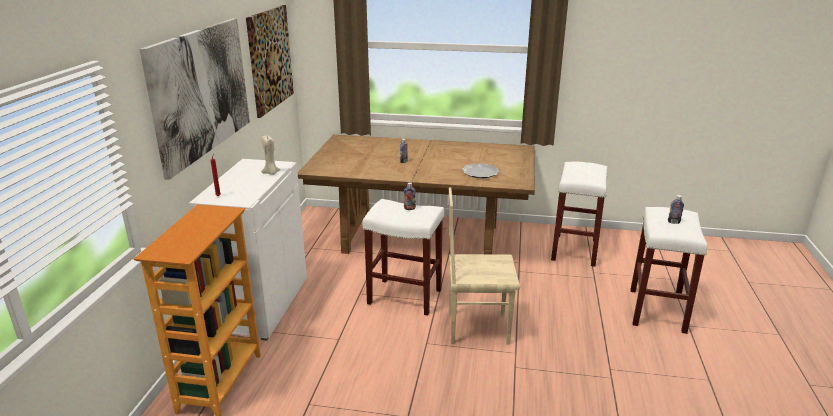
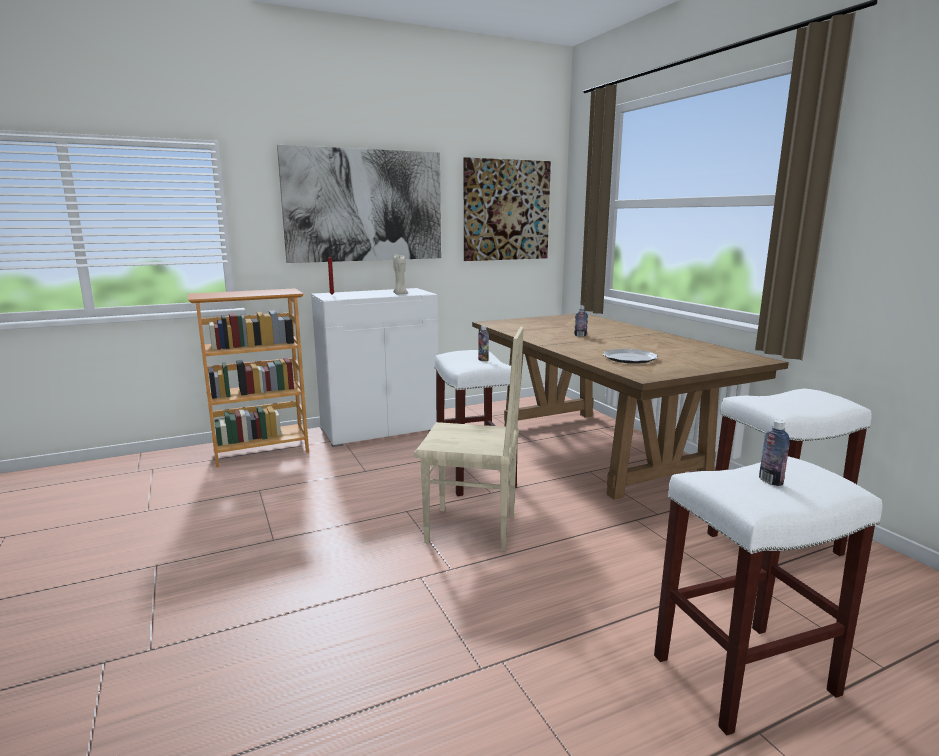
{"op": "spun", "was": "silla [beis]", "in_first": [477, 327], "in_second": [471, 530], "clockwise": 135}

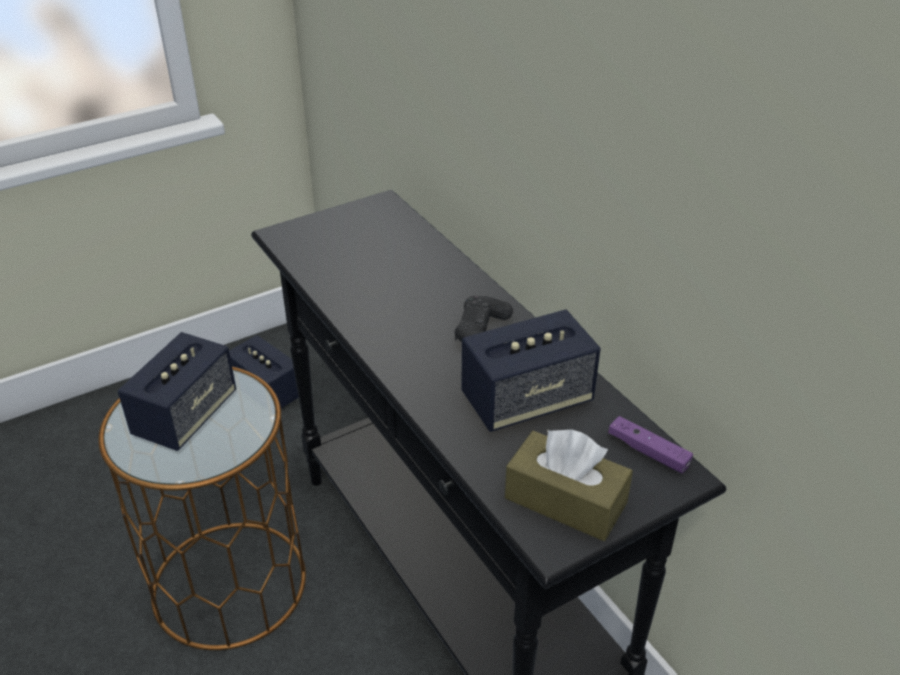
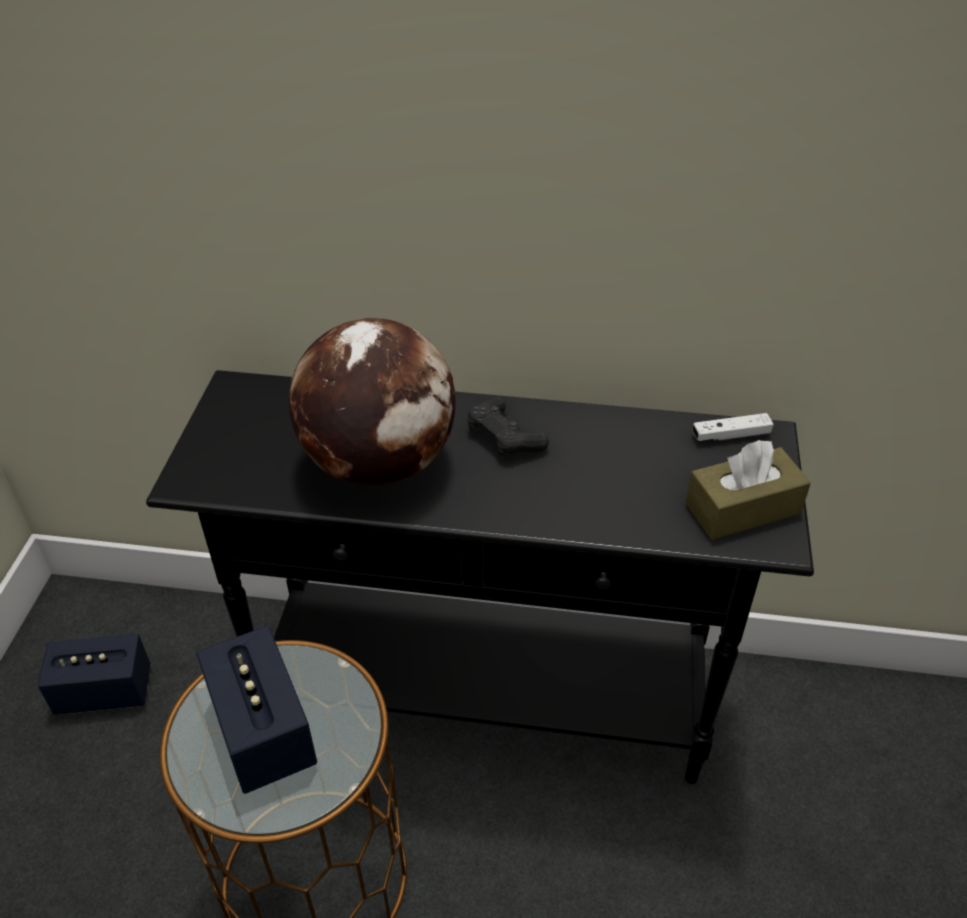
{"op": "missing", "was": "altavoz", "in_first": [526, 400]}
{"op": "colour", "was": "mando de consola [morado]", "now": "mando de consola [blanco]", "in_first": [648, 451], "in_second": [730, 435]}
{"op": "appeared", "now": "globo terráqueo", "in_second": [380, 462]}

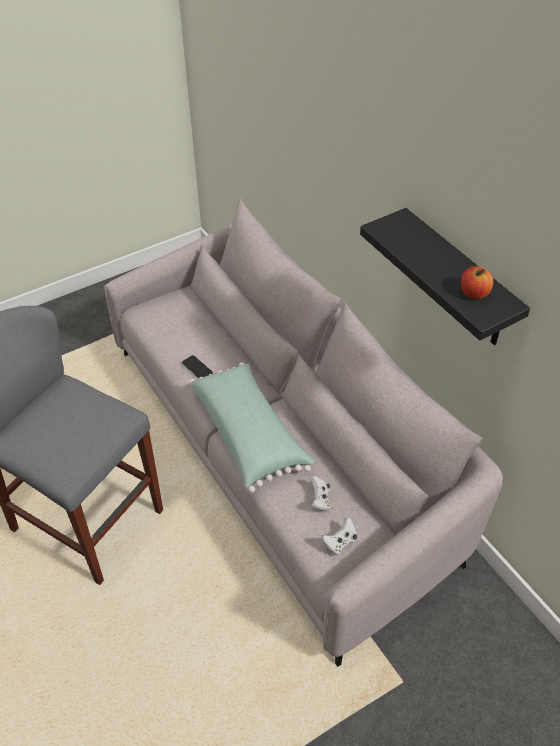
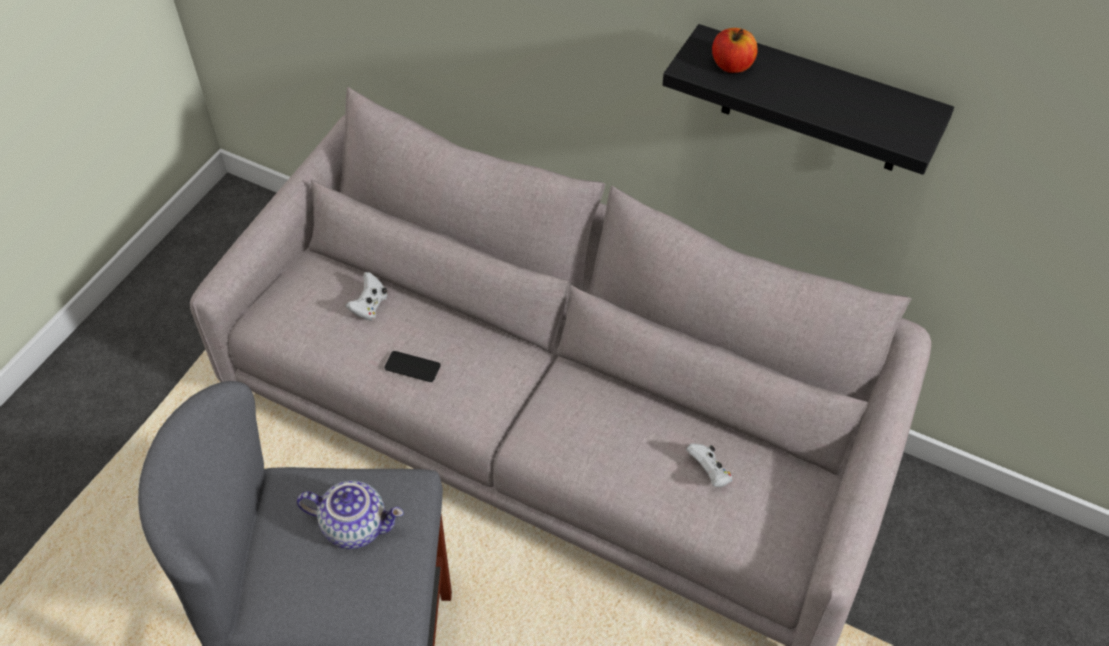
{"op": "missing", "was": "cojín [verde]", "in_first": [249, 434]}
{"op": "relocated", "was": "mando de consola [blanco]", "in_first": [340, 542], "in_second": [369, 306]}
{"op": "relocated", "was": "manzana", "in_first": [474, 293], "in_second": [732, 65]}
{"op": "appeared", "now": "tetera", "in_second": [356, 525]}

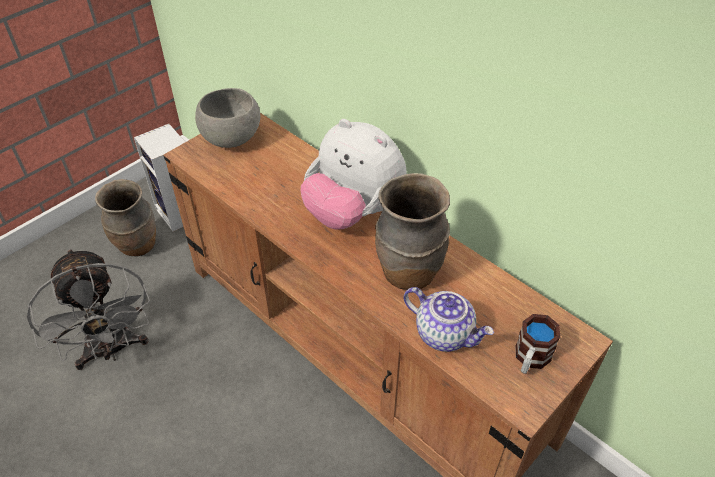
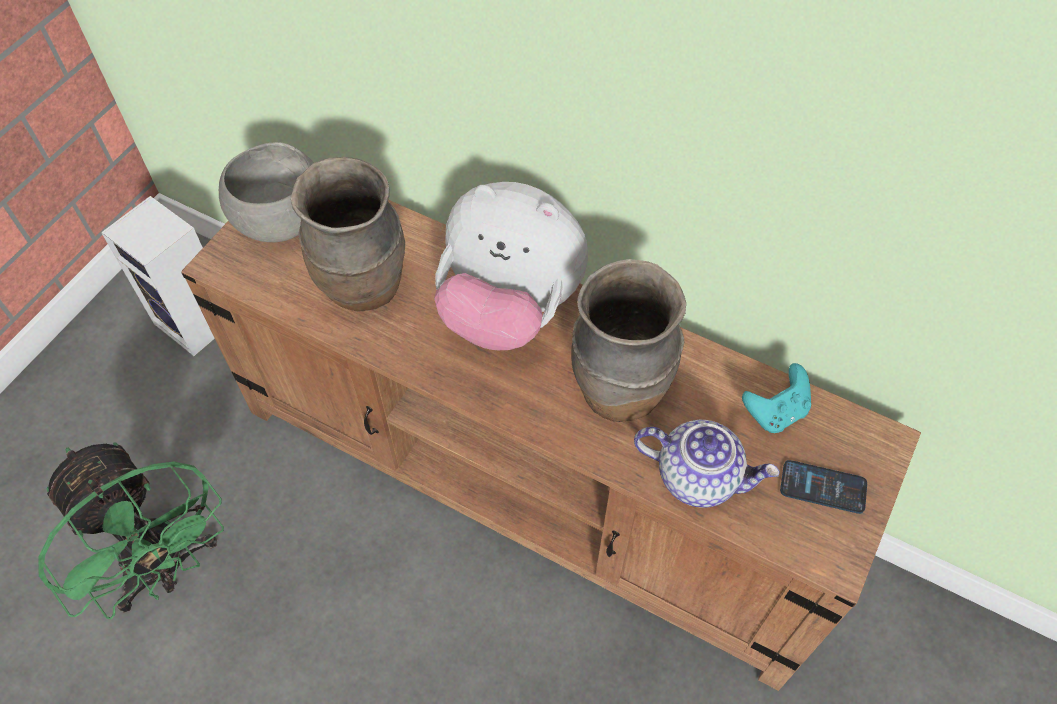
{"op": "colour", "was": "ventilador [gris]", "now": "ventilador [verde]", "in_first": [111, 350], "in_second": [165, 569]}
{"op": "relocated", "was": "florero [marrón]", "in_first": [138, 246], "in_second": [365, 288]}
{"op": "exchanged", "was": "taza grande", "now": "móvil", "in_first": [530, 359], "in_second": [823, 487]}
{"op": "appeared", "now": "mando de consola [turquesa]", "in_second": [775, 412]}

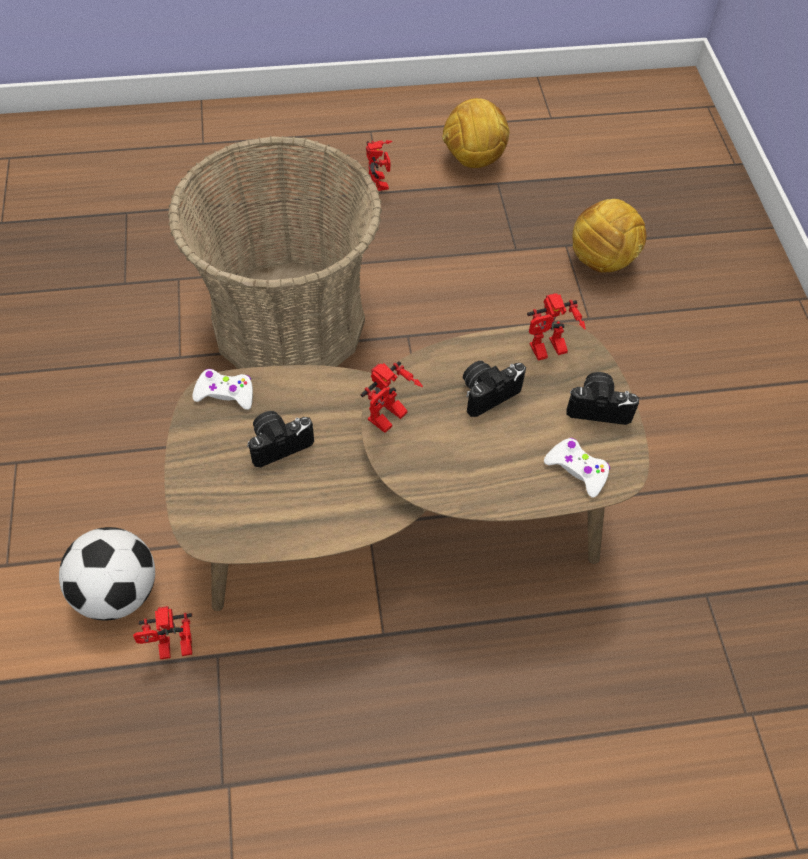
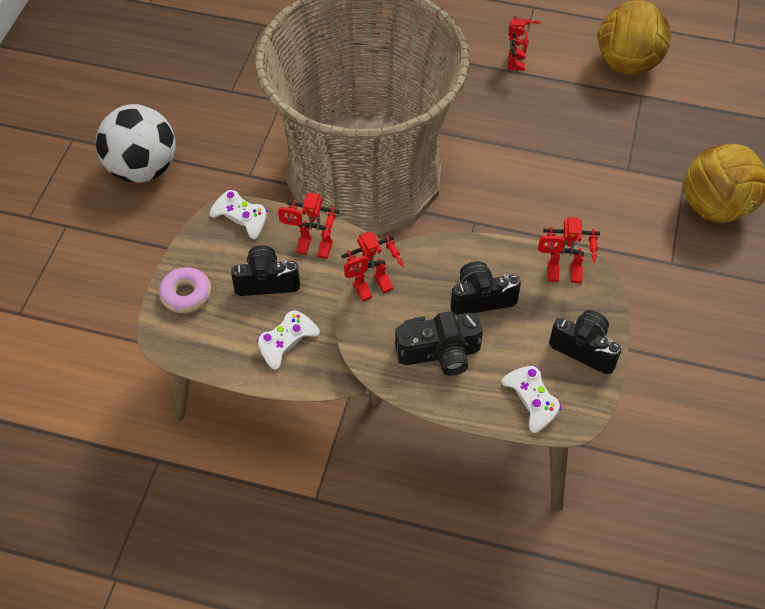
{"op": "relocated", "was": "balón de fútbol", "in_first": [117, 592], "in_second": [143, 169]}
{"op": "relocated", "was": "robot de juguete", "in_first": [173, 651], "in_second": [310, 250]}
{"op": "appeared", "now": "rosquilla", "in_second": [186, 295]}
{"op": "appeared", "now": "mando de consola [blanco]", "in_second": [286, 342]}
{"op": "appeared", "now": "cámara", "in_second": [439, 357]}

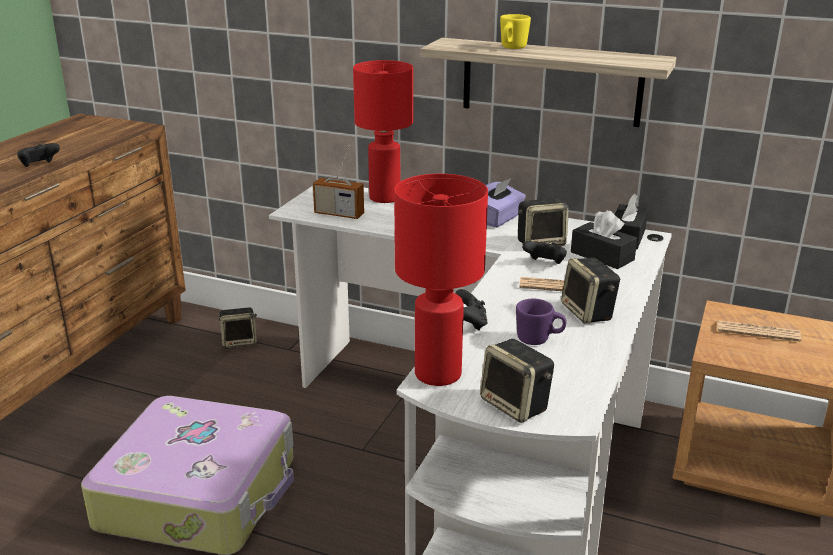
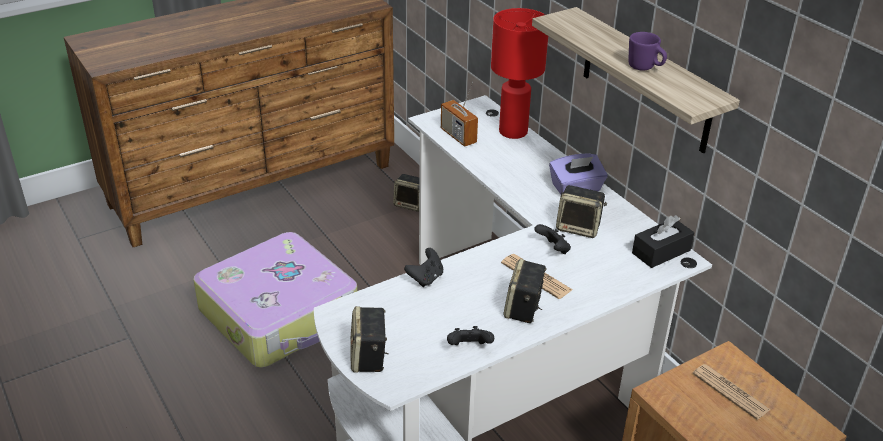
{"op": "relocated", "was": "mando de consola [negro]", "in_first": [39, 166], "in_second": [469, 348]}
{"op": "missing", "was": "lámpara de mesa [rojo]", "in_first": [439, 374]}
{"op": "missing", "was": "taza grande [amarillo]", "in_first": [512, 48]}
{"op": "relocated", "was": "taza grande [morado]", "in_first": [539, 340], "in_second": [645, 68]}
{"op": "missing", "was": "caja de pañuelos [negro]", "in_first": [602, 256]}

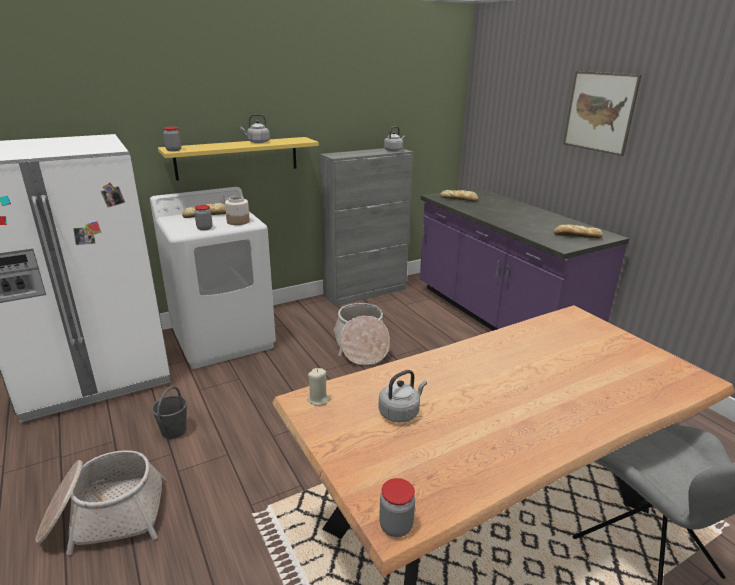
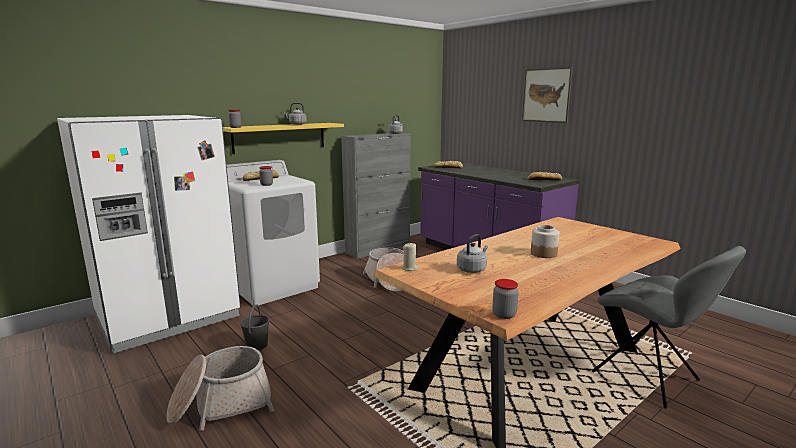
{"op": "relocated", "was": "tarro", "in_first": [238, 221], "in_second": [543, 254]}

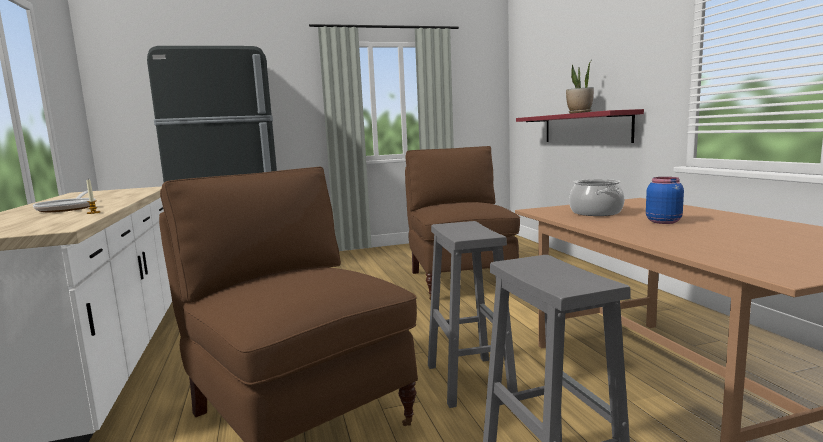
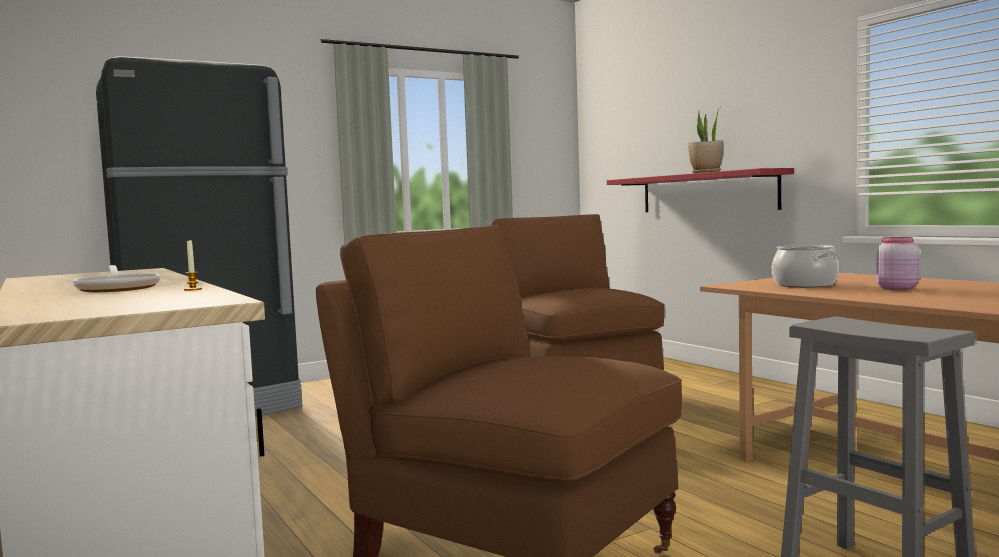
{"op": "missing", "was": "taburete [gris]", "in_first": [468, 380]}
{"op": "colour", "was": "tarro [azul]", "now": "tarro [rosa]", "in_first": [663, 221], "in_second": [896, 288]}

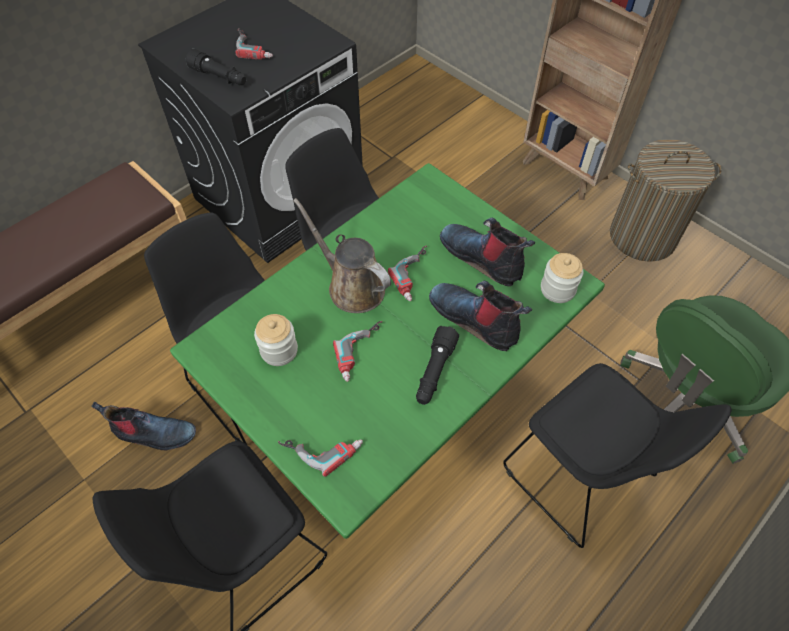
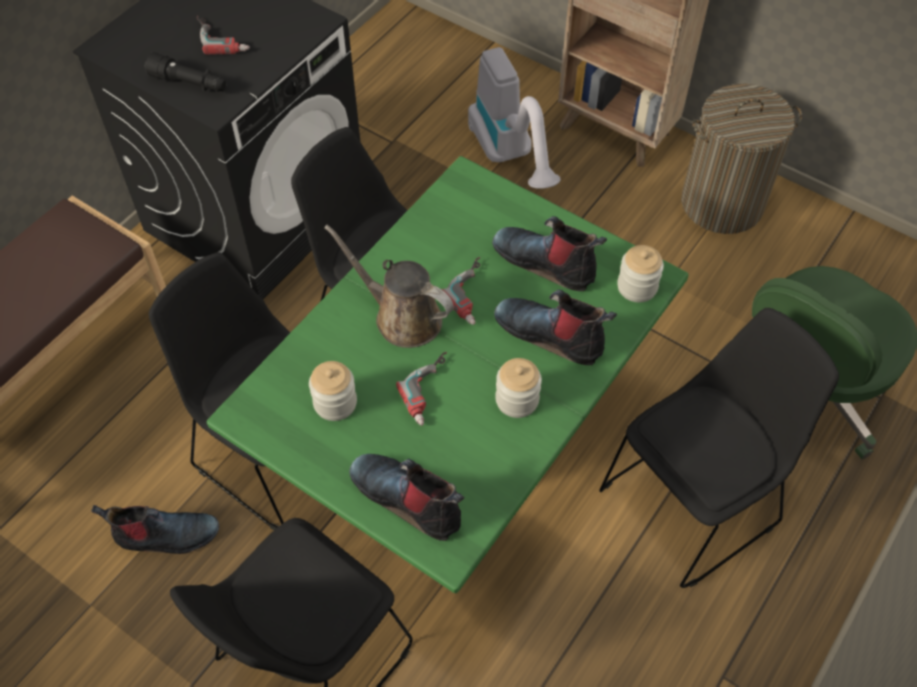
{"op": "exchanged", "was": "taladro", "now": "bota", "in_first": [322, 445], "in_second": [409, 499]}
{"op": "exchanged", "was": "linterna [negro]", "now": "tarro", "in_first": [434, 371], "in_second": [517, 400]}
{"op": "spun", "was": "silla [negro]", "in_first": [581, 476], "in_second": [693, 502], "clockwise": -75}
{"op": "appeared", "now": "aspiradora", "in_second": [510, 157]}

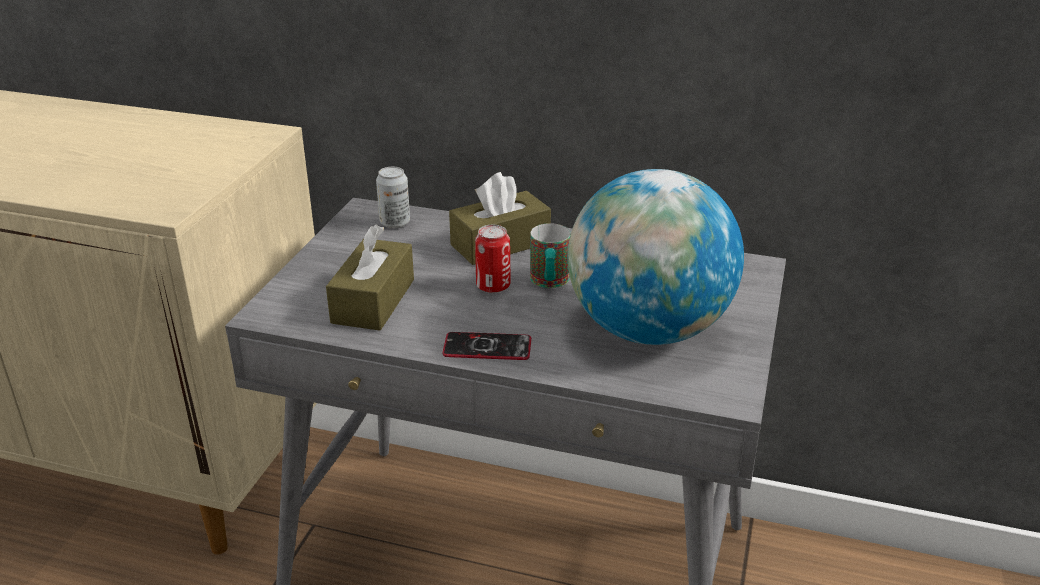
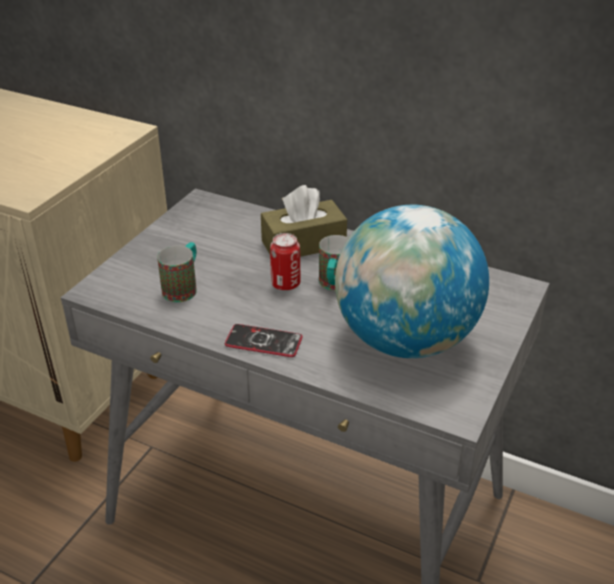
{"op": "exchanged", "was": "caja de pañuelos [marrón]", "now": "taza grande", "in_first": [373, 301], "in_second": [183, 287]}
{"op": "missing", "was": "lata", "in_first": [395, 223]}

